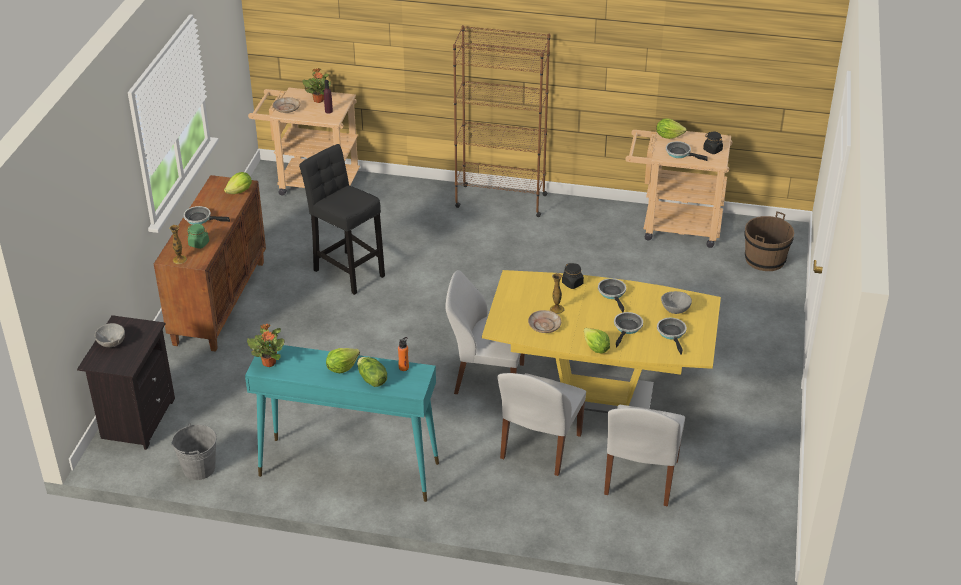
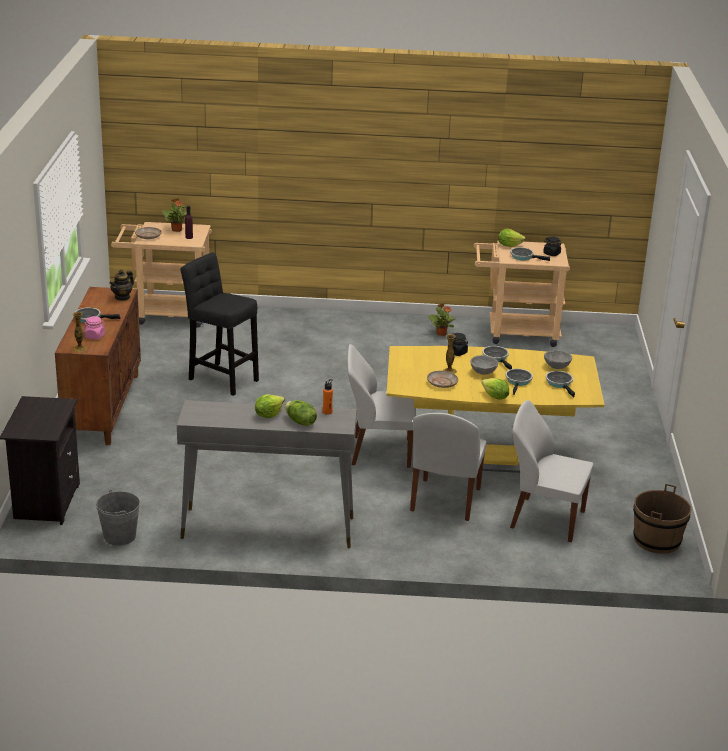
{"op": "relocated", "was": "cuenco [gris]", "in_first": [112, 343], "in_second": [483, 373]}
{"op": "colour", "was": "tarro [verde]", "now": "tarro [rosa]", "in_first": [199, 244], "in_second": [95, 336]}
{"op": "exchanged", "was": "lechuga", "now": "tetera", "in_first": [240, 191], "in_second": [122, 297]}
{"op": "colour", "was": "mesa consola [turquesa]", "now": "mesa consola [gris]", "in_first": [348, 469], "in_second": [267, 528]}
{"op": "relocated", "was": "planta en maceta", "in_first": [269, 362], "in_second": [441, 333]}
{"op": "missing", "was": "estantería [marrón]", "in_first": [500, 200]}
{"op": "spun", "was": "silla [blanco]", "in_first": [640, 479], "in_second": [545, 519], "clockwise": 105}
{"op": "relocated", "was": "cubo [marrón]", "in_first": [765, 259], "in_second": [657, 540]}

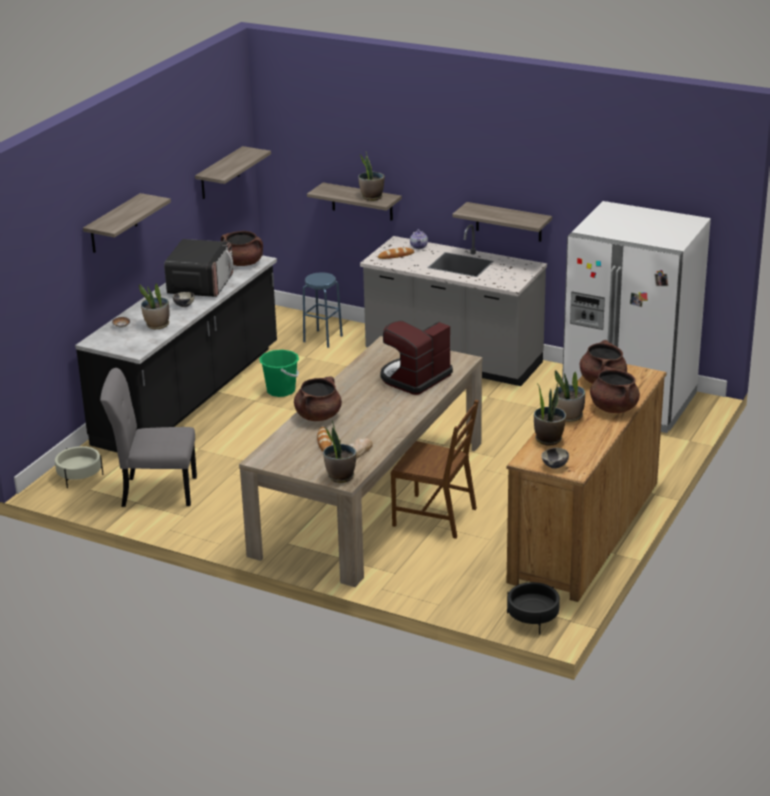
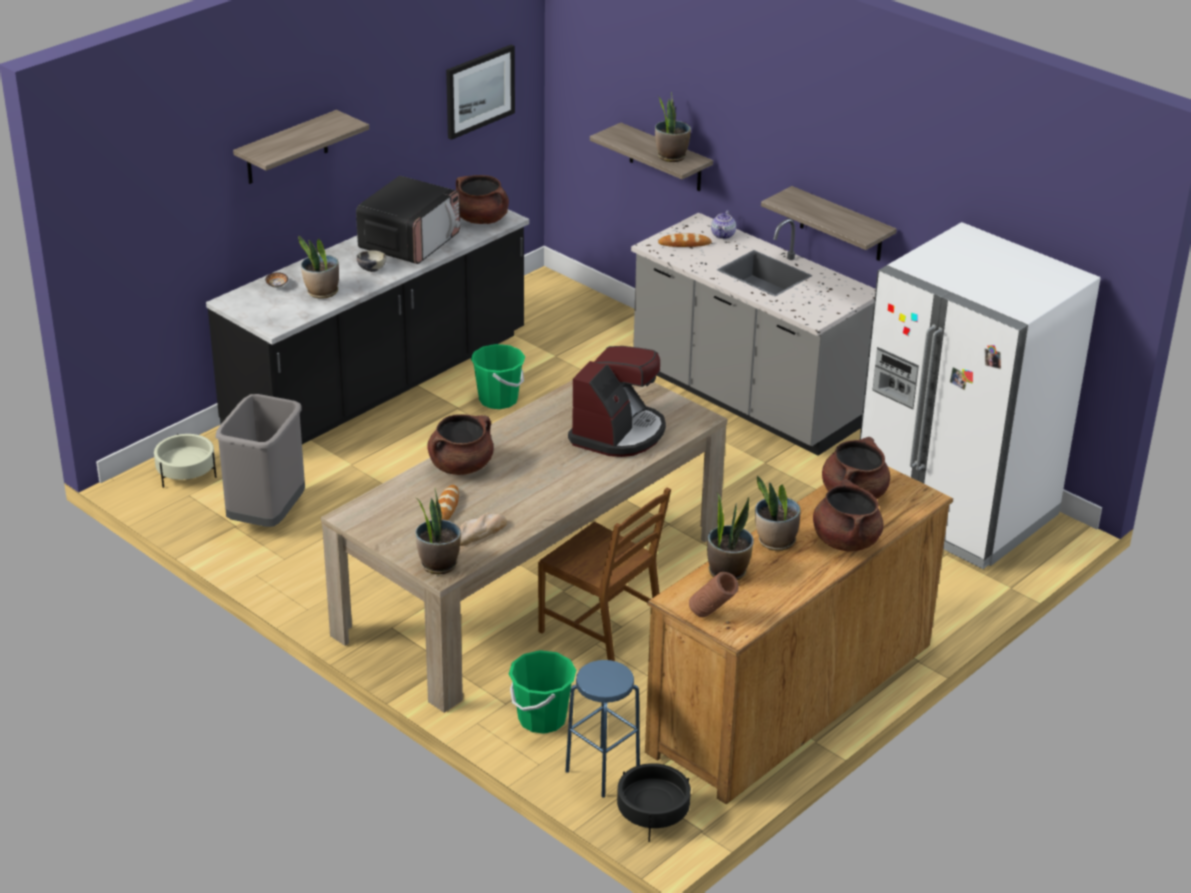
{"op": "exchanged", "was": "silla [gris]", "now": "papelera [gris]", "in_first": [155, 491], "in_second": [267, 515]}
{"op": "exchanged", "was": "estante", "now": "cuadro", "in_first": [220, 173], "in_second": [479, 91]}
{"op": "relocated", "was": "taburete [azul]", "in_first": [323, 338], "in_second": [602, 771]}
{"op": "spun", "was": "cafetera", "in_first": [414, 378], "in_second": [618, 433], "clockwise": 150}
{"op": "exchanged", "was": "cuenco", "now": "florero [marrón]", "in_first": [555, 466], "in_second": [712, 616]}
{"op": "appeared", "now": "cubo [verde]", "in_second": [542, 718]}

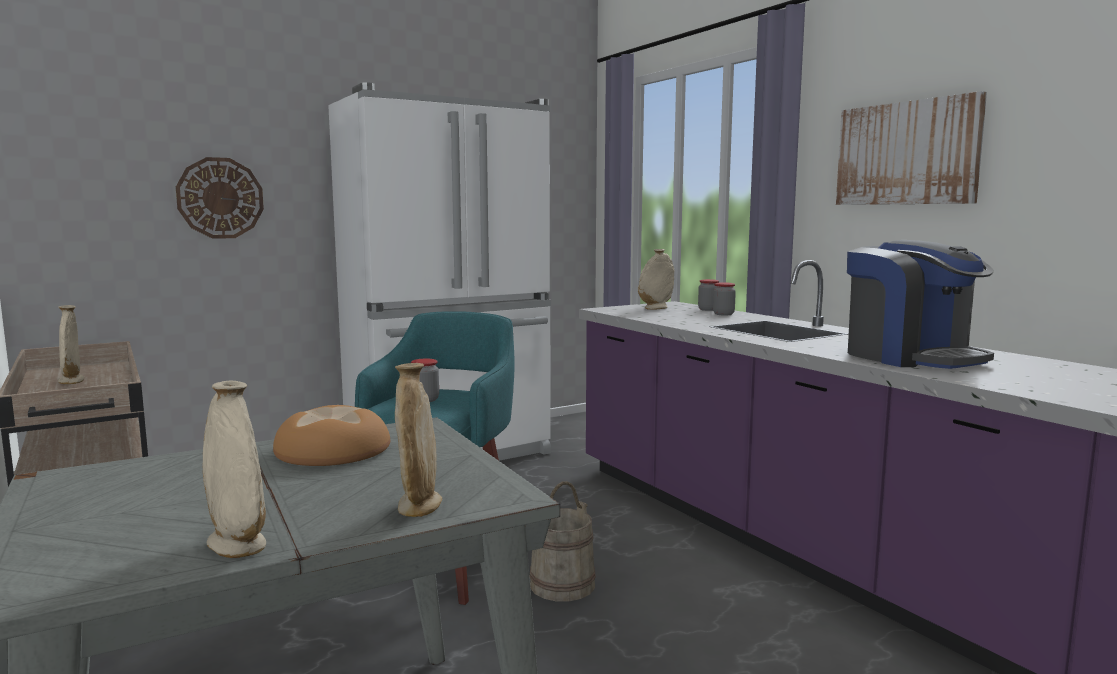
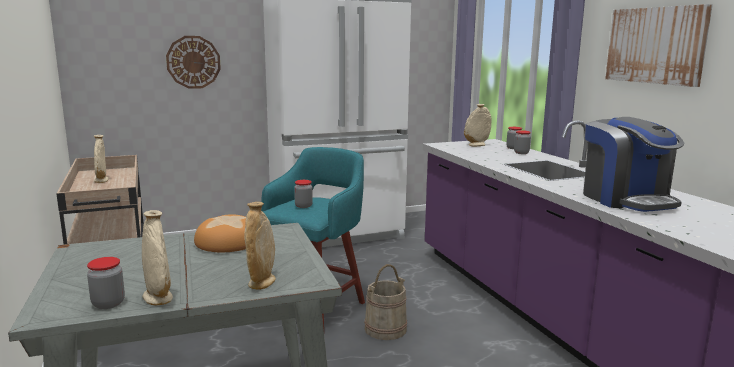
{"op": "appeared", "now": "tarro", "in_second": [108, 303]}

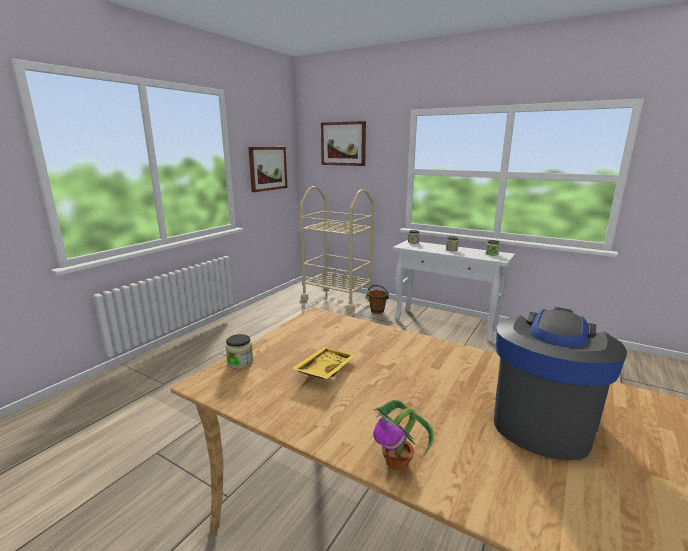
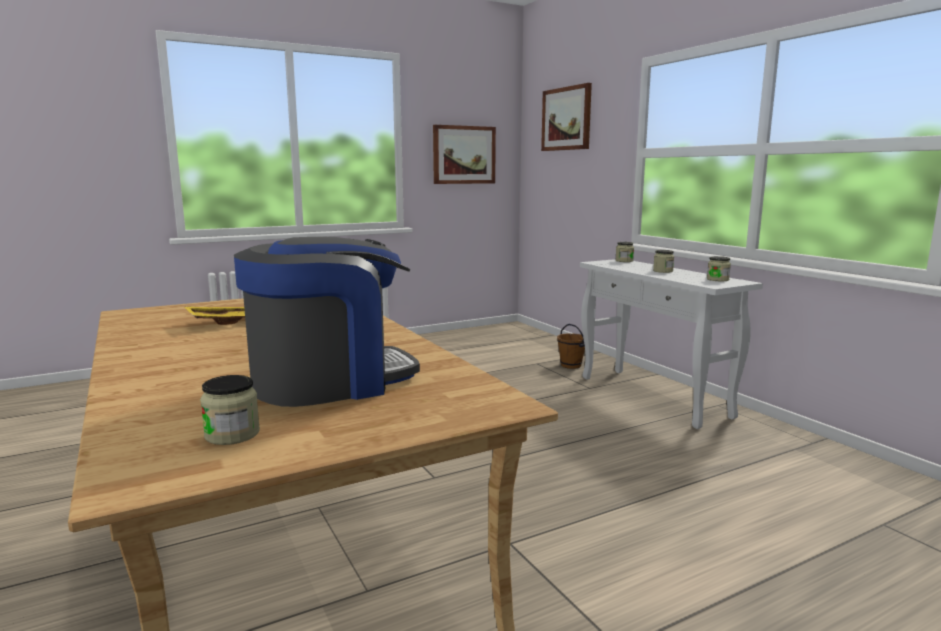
{"op": "relocated", "was": "tarro", "in_first": [240, 363], "in_second": [232, 434]}
{"op": "missing", "was": "carrito [beis]", "in_first": [337, 298]}
{"op": "missing", "was": "planta en maceta", "in_first": [398, 462]}

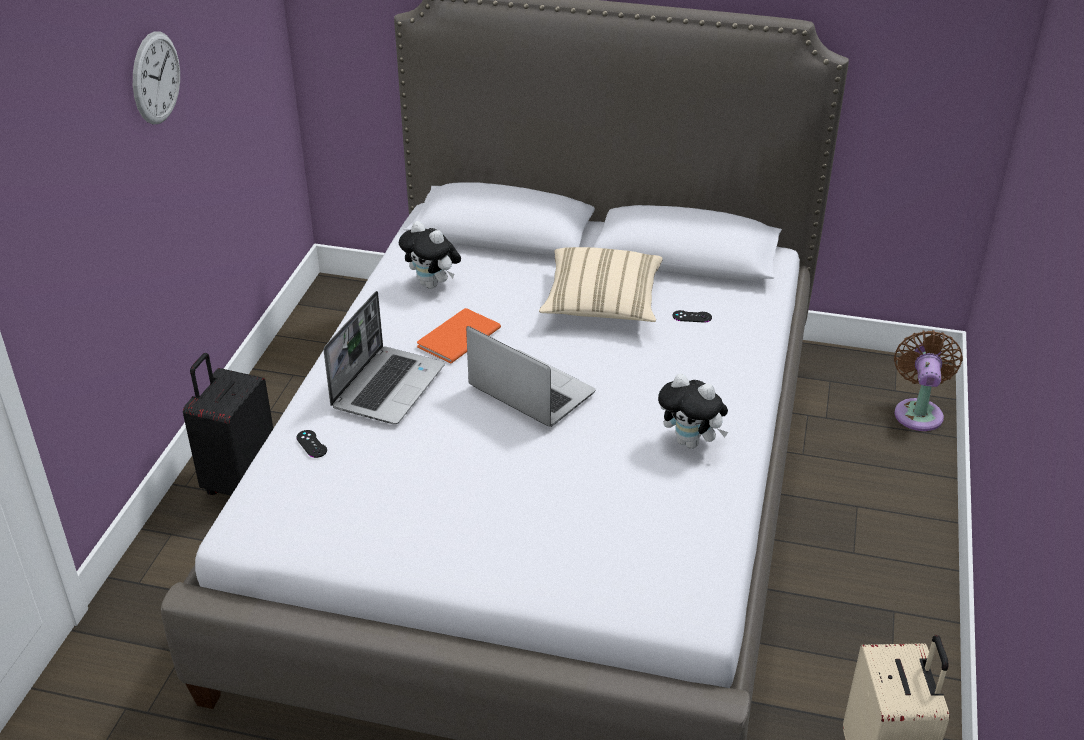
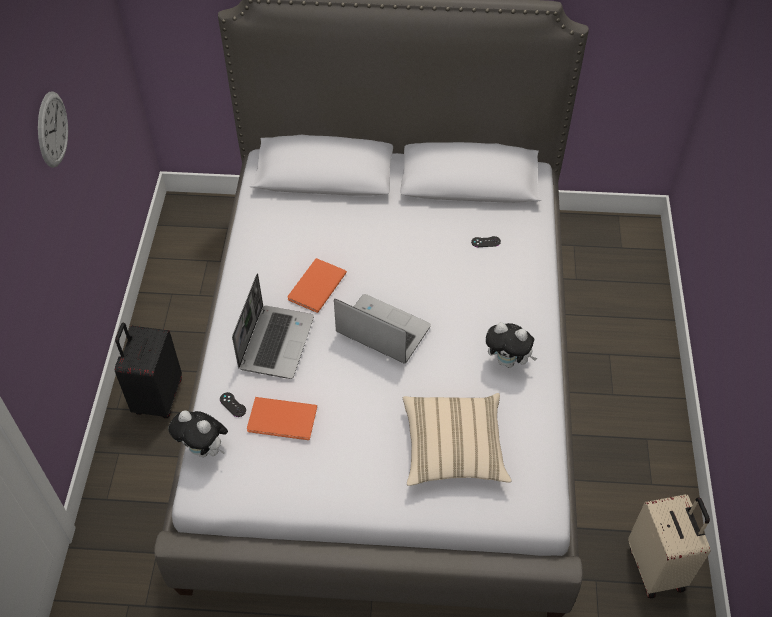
{"op": "relocated", "was": "peluche", "in_first": [433, 284], "in_second": [205, 449]}
{"op": "relocated", "was": "cojín [beis]", "in_first": [602, 304], "in_second": [453, 448]}
{"op": "missing", "was": "ventilador [marrón]", "in_first": [918, 412]}
{"op": "appeared", "now": "libro [naranja]", "in_second": [283, 421]}

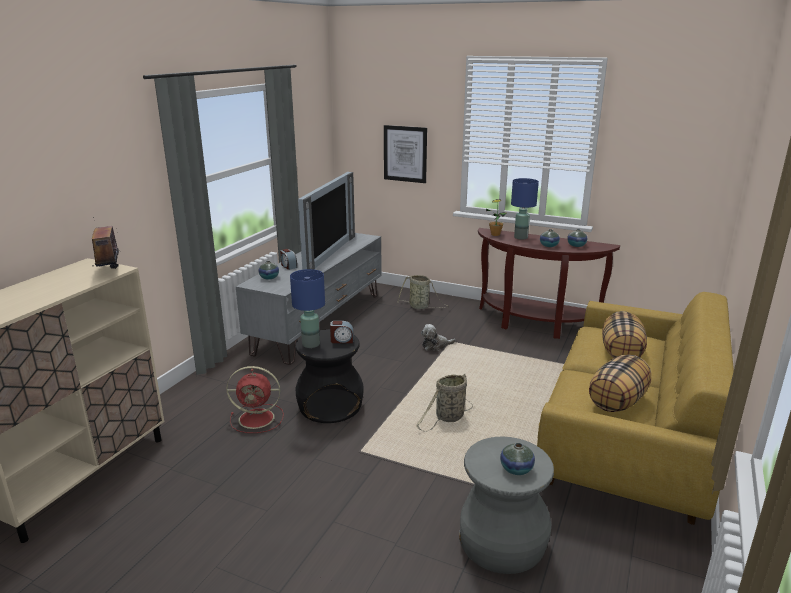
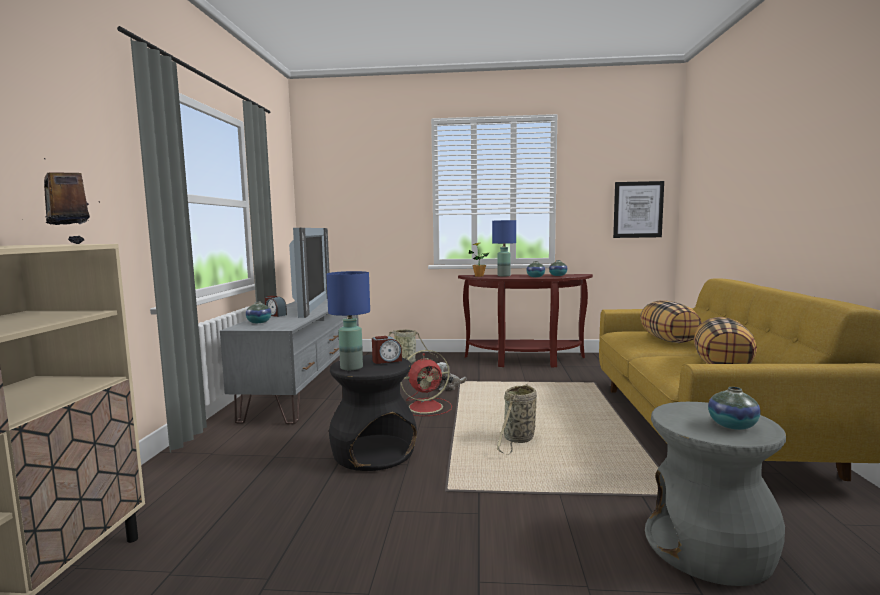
{"op": "relocated", "was": "ventilador [rojo]", "in_first": [258, 418], "in_second": [427, 407]}
{"op": "relocated", "was": "cuadro", "in_first": [405, 154], "in_second": [638, 209]}

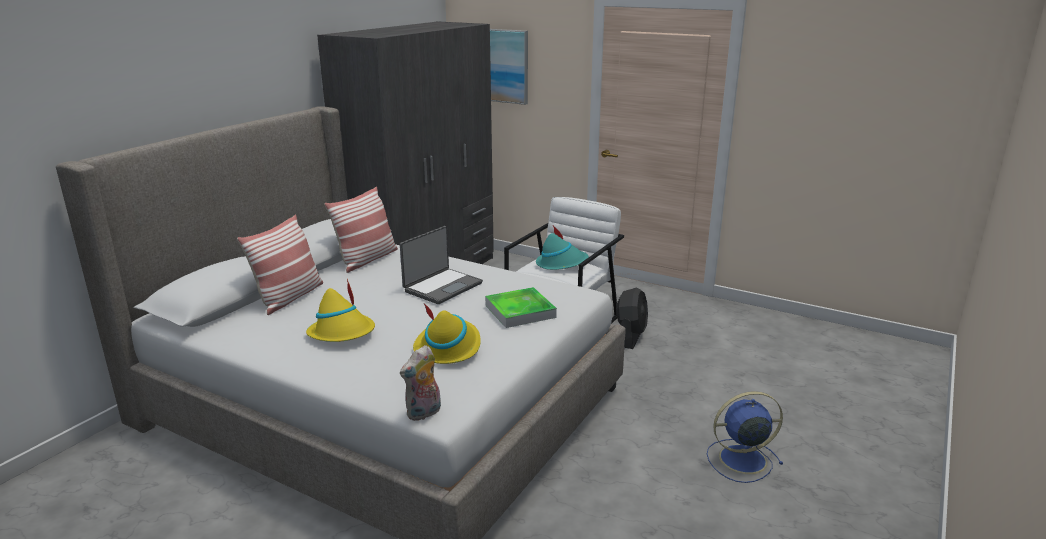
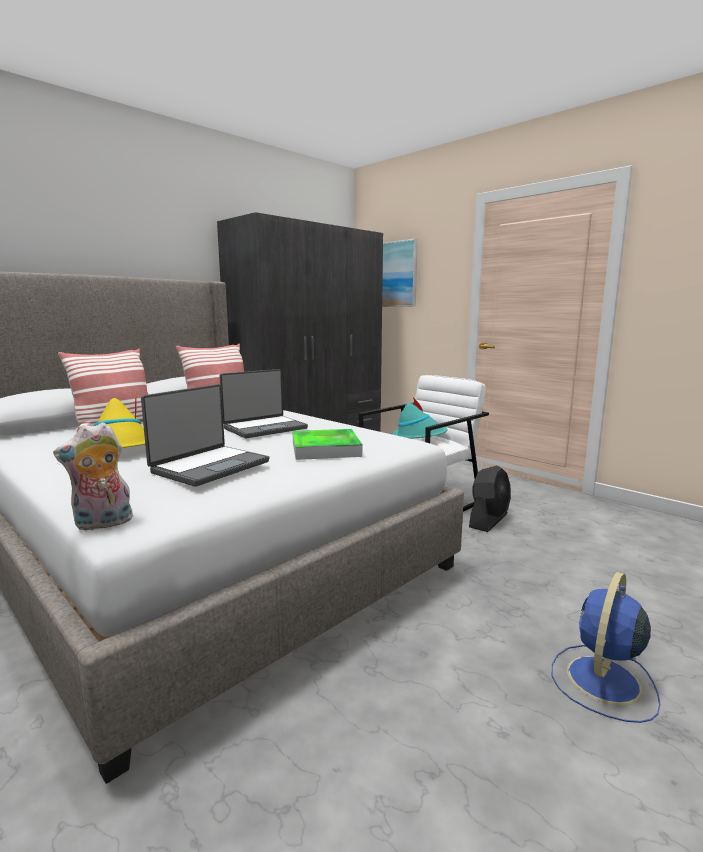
{"op": "exchanged", "was": "sombrero [amarillo]", "now": "portátil", "in_first": [448, 347], "in_second": [209, 466]}
{"op": "spun", "was": "ventilador [azul]", "in_first": [740, 459], "in_second": [602, 682], "clockwise": -60}

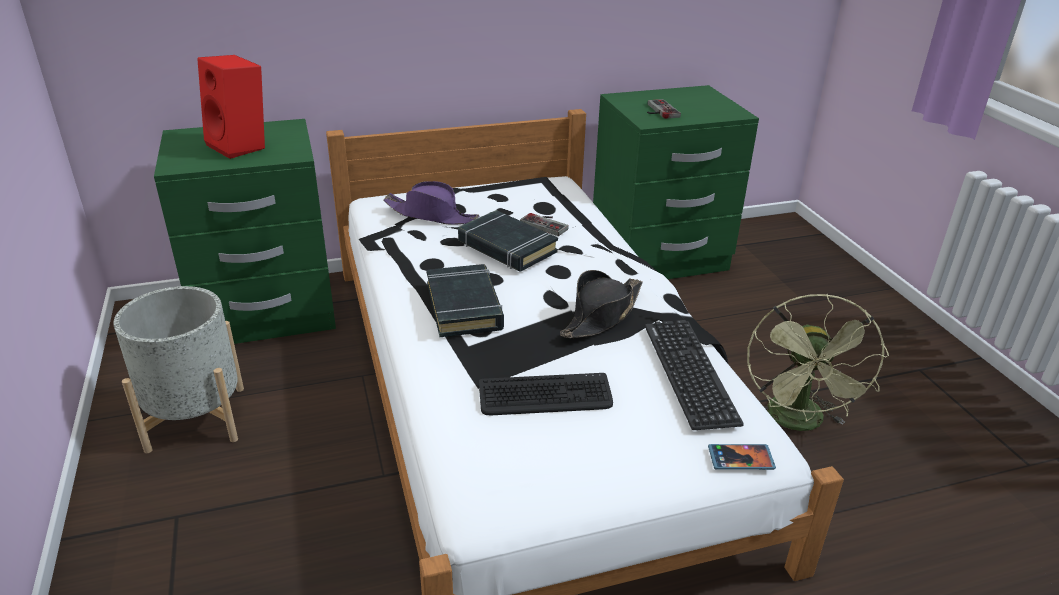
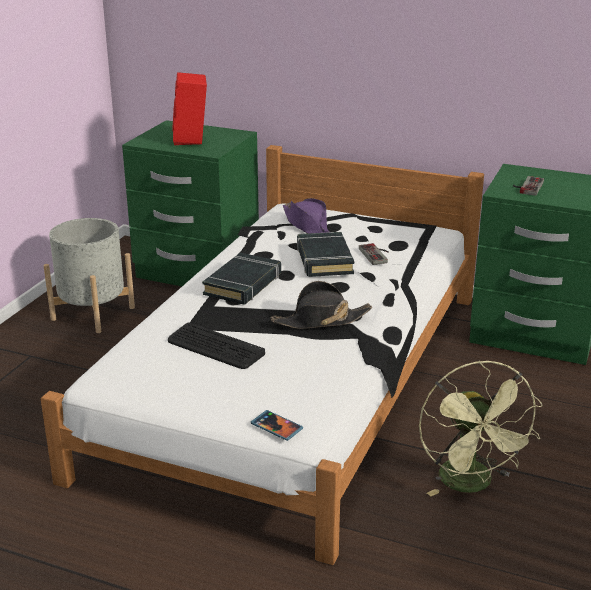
{"op": "missing", "was": "teclado", "in_first": [689, 373]}
{"op": "spun", "was": "ventilador [verde]", "in_first": [799, 423], "in_second": [472, 484], "clockwise": -60}

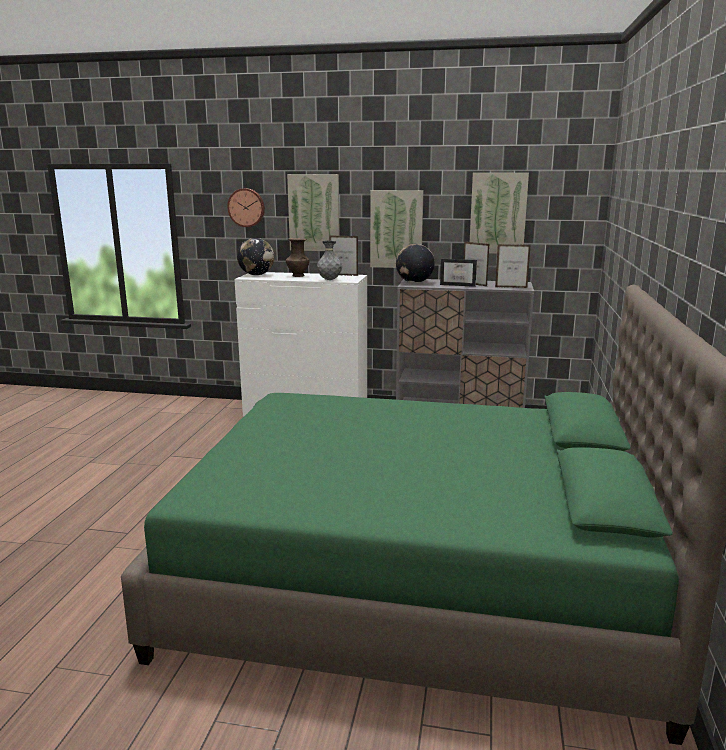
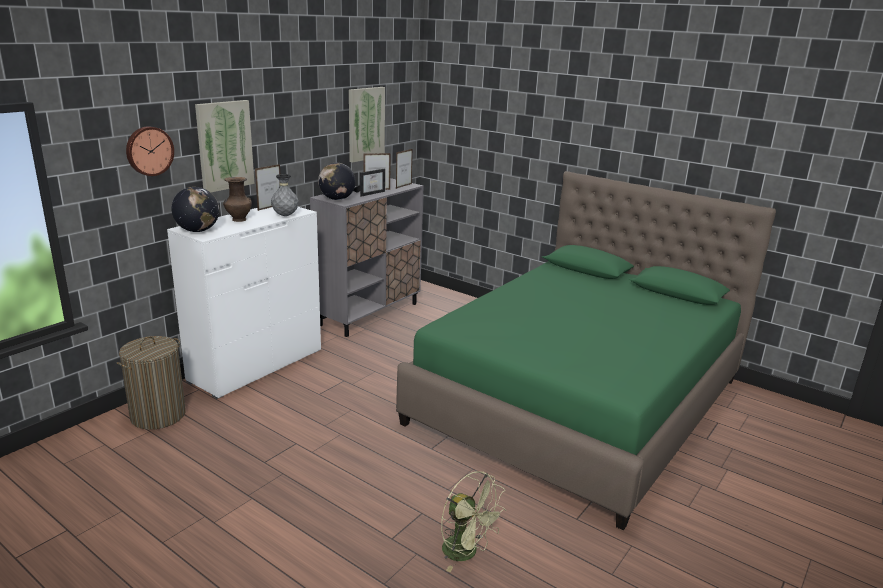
{"op": "missing", "was": "cuadro", "in_first": [396, 229]}
{"op": "appeared", "now": "cesto de la ropa", "in_second": [158, 415]}
{"op": "appeared", "now": "ventilador [verde]", "in_second": [466, 553]}

